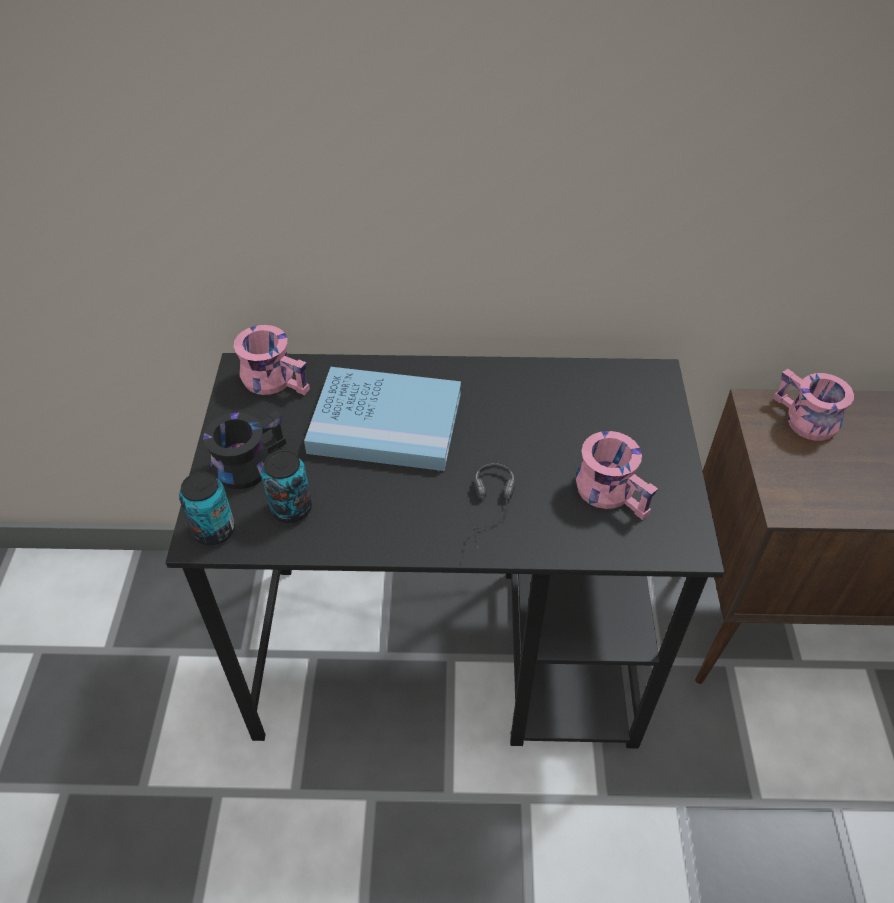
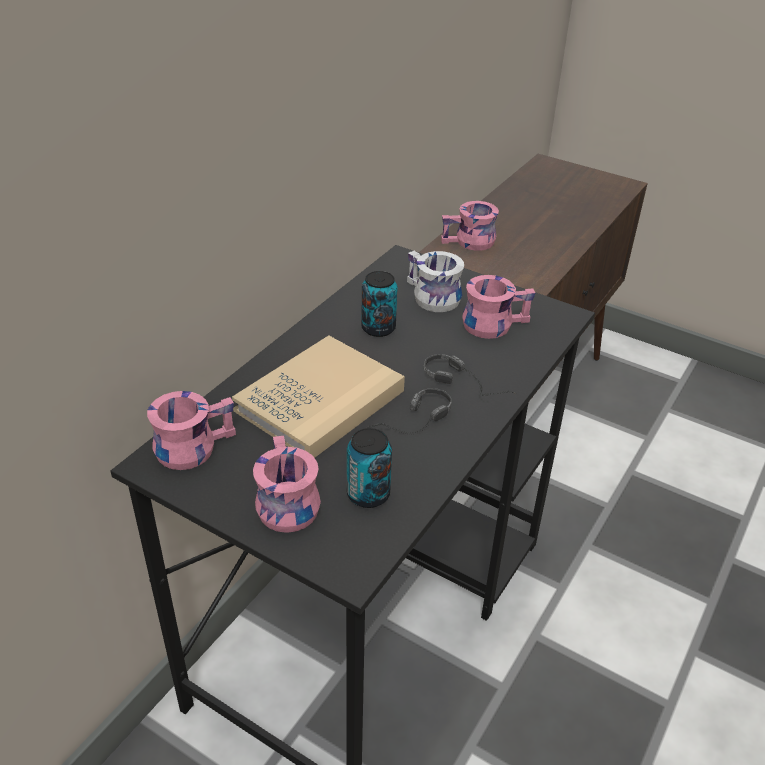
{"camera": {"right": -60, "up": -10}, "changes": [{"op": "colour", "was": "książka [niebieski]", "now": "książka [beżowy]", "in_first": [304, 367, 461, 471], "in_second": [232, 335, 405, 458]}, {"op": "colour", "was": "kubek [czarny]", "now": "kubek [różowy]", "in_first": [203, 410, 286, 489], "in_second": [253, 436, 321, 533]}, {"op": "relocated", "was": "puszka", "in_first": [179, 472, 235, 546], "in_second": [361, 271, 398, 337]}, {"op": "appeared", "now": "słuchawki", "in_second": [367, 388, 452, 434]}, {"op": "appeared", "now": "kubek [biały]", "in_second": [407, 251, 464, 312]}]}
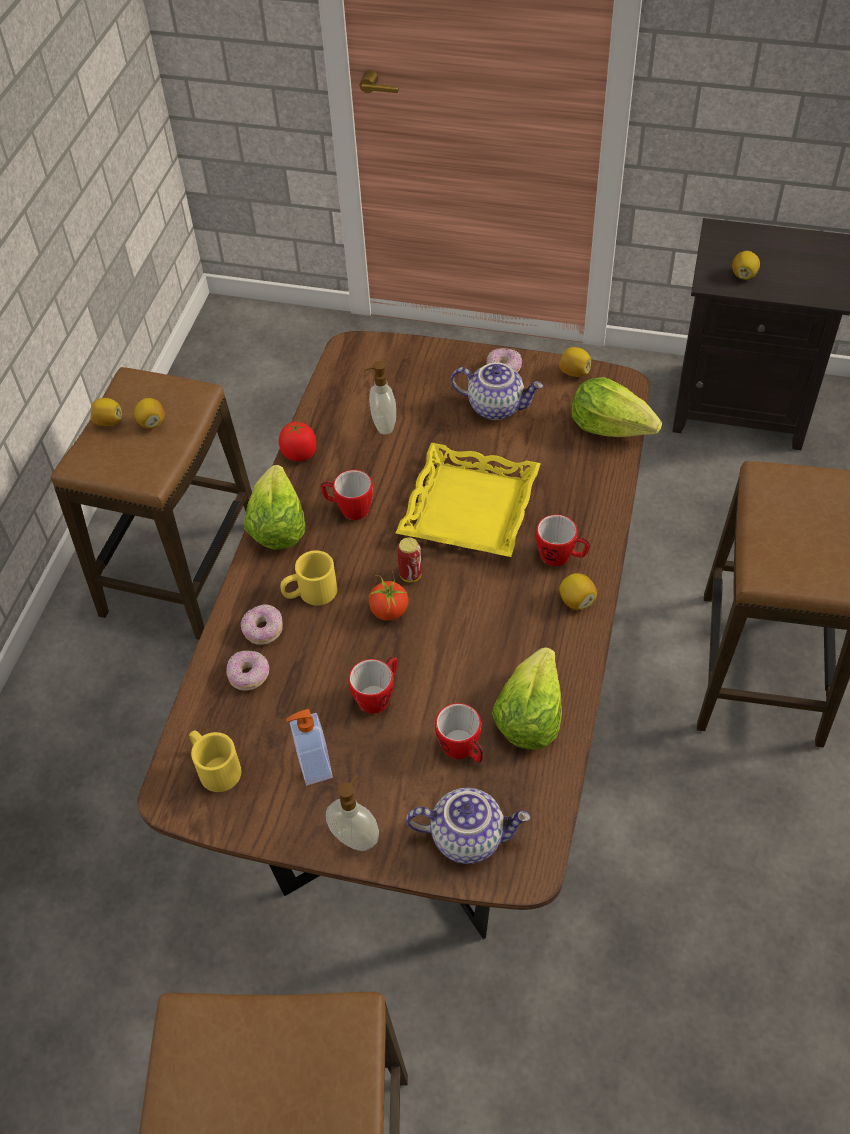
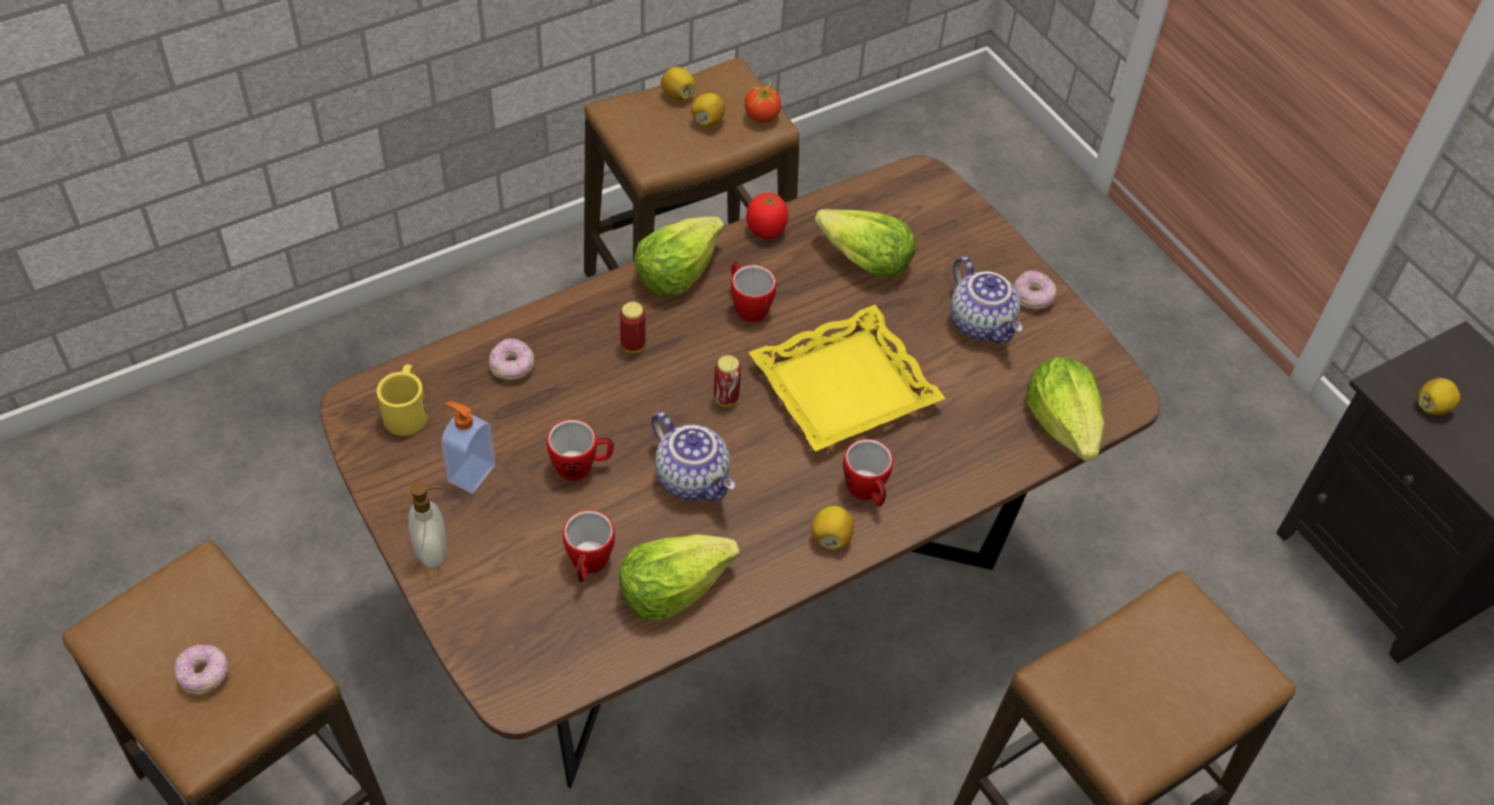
{"camera": {"right": 40, "up": 0}, "changes": [{"op": "relocated", "was": "donut", "in_first": [241, 604, 283, 645], "in_second": [175, 644, 228, 694]}, {"op": "exchanged", "was": "kubek [żółty]", "now": "puszka", "in_first": [280, 550, 337, 606], "in_second": [620, 302, 646, 353]}, {"op": "relocated", "was": "imbryk", "in_first": [406, 788, 531, 864], "in_second": [652, 412, 735, 501]}, {"op": "relocated", "was": "pomidor", "in_first": [367, 575, 409, 621], "in_second": [745, 78, 782, 123]}, {"op": "exchanged", "was": "dozownik mydła", "now": "sałata", "in_first": [364, 361, 396, 435], "in_second": [814, 209, 916, 277]}, {"op": "missing", "was": "cytryna", "in_first": [559, 347, 591, 377]}]}
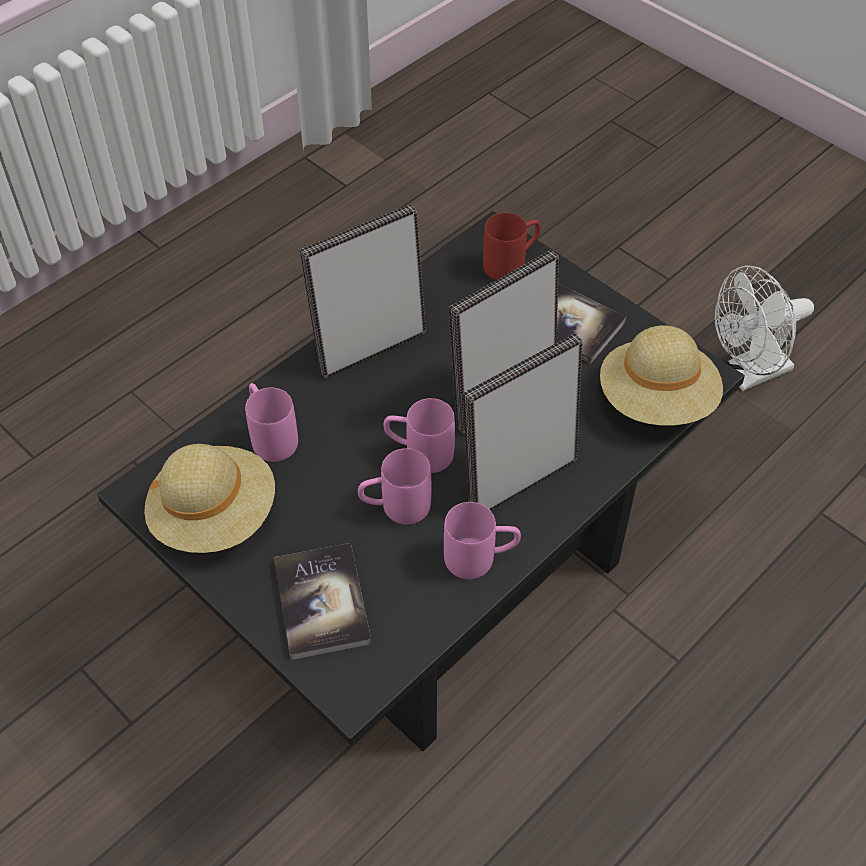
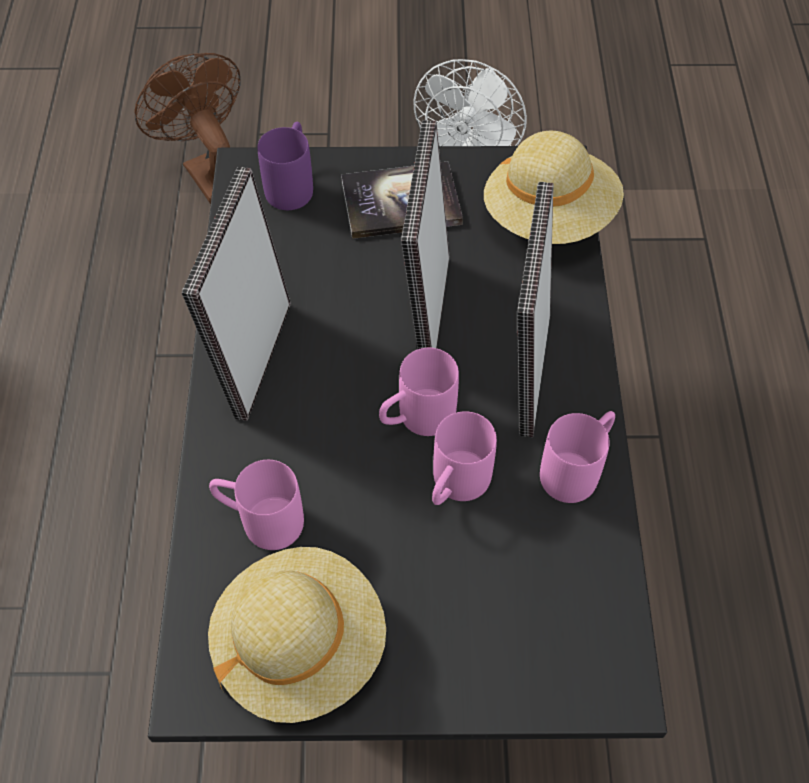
{"camera": {"right": -45, "up": 5}, "changes": [{"op": "appeared", "now": "wentylator [brązowy]", "in_second": [134, 53, 241, 204]}, {"op": "colour", "was": "kubek [czerwony]", "now": "kubek [fioletowy]", "in_first": [483, 213, 541, 280], "in_second": [257, 122, 313, 210]}, {"op": "missing", "was": "książka", "in_first": [274, 543, 372, 660]}]}
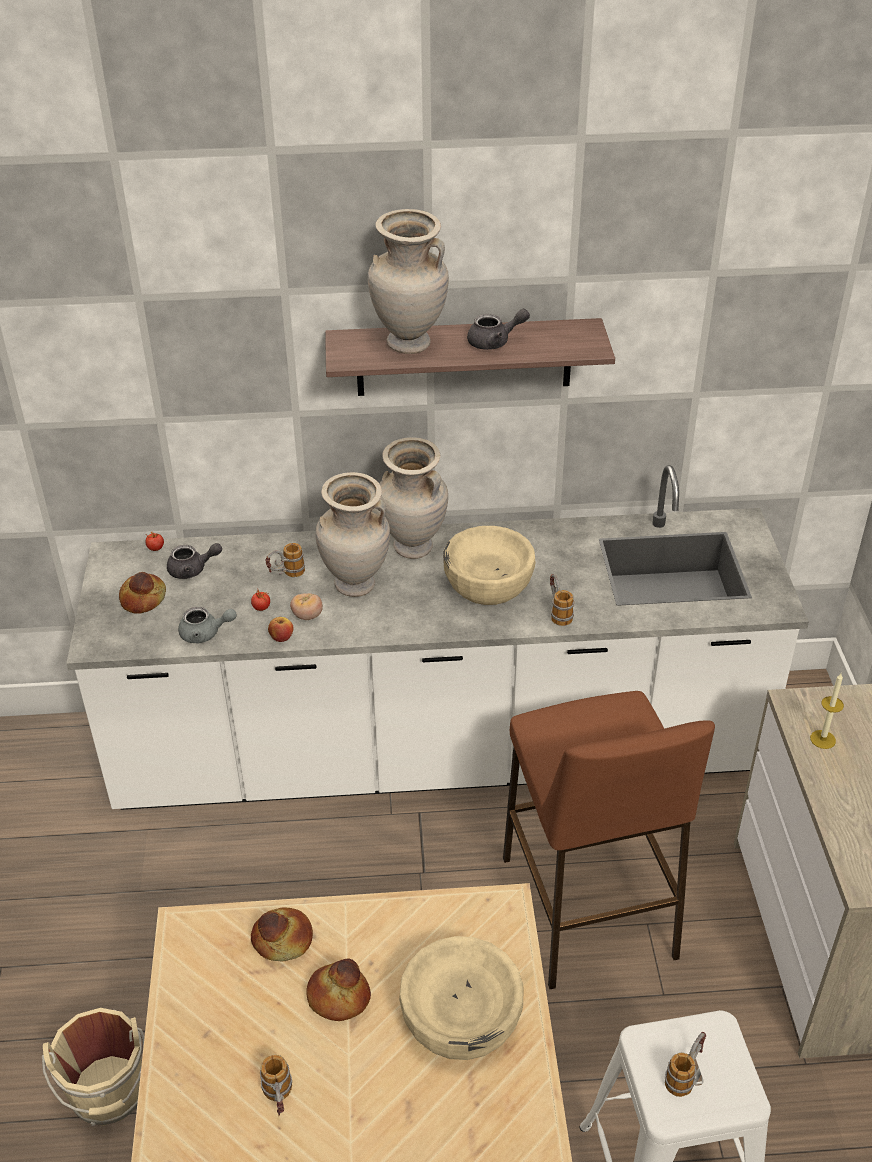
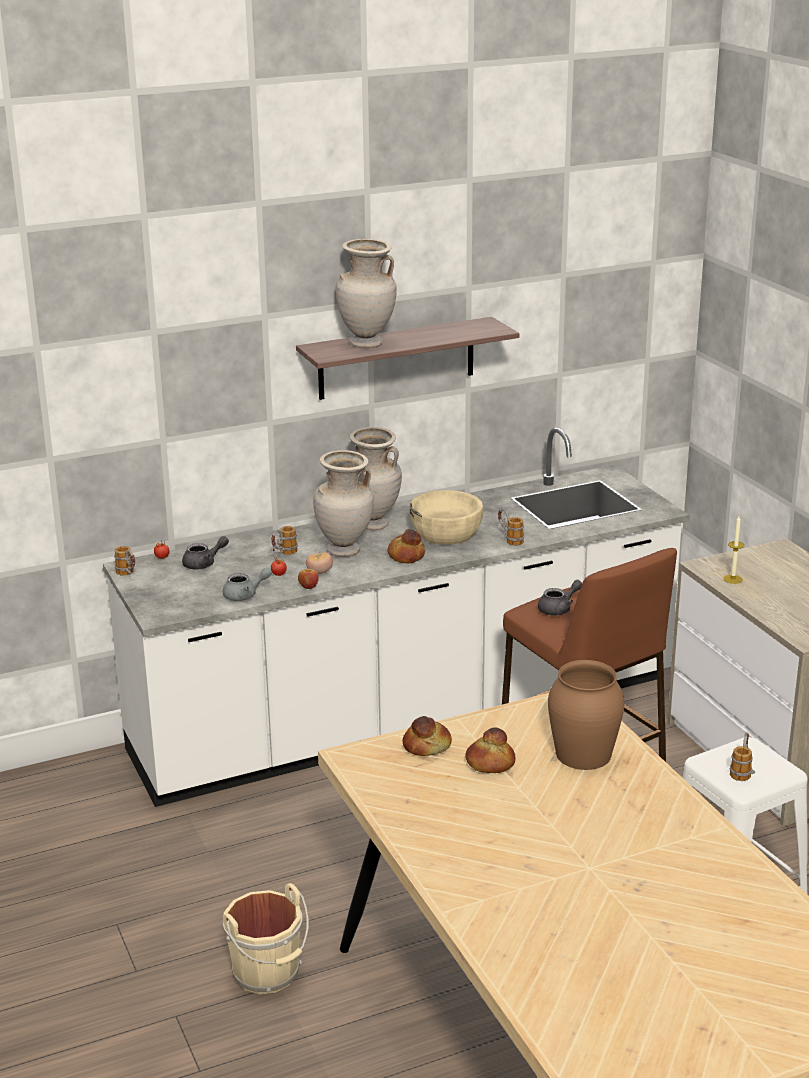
{"camera": {"right": -20, "up": -15}, "changes": [{"op": "relocated", "was": "kubek", "in_first": [260, 1055, 292, 1116], "in_second": [114, 546, 135, 576]}, {"op": "relocated", "was": "chleb", "in_first": [119, 572, 166, 614], "in_second": [388, 529, 425, 563]}, {"op": "relocated", "was": "imbryk [szary]", "in_first": [467, 309, 530, 350], "in_second": [538, 580, 582, 616]}, {"op": "exchanged", "was": "miska [beżowy]", "now": "wazon [brązowy]", "in_first": [399, 936, 524, 1060], "in_second": [548, 660, 625, 770]}]}
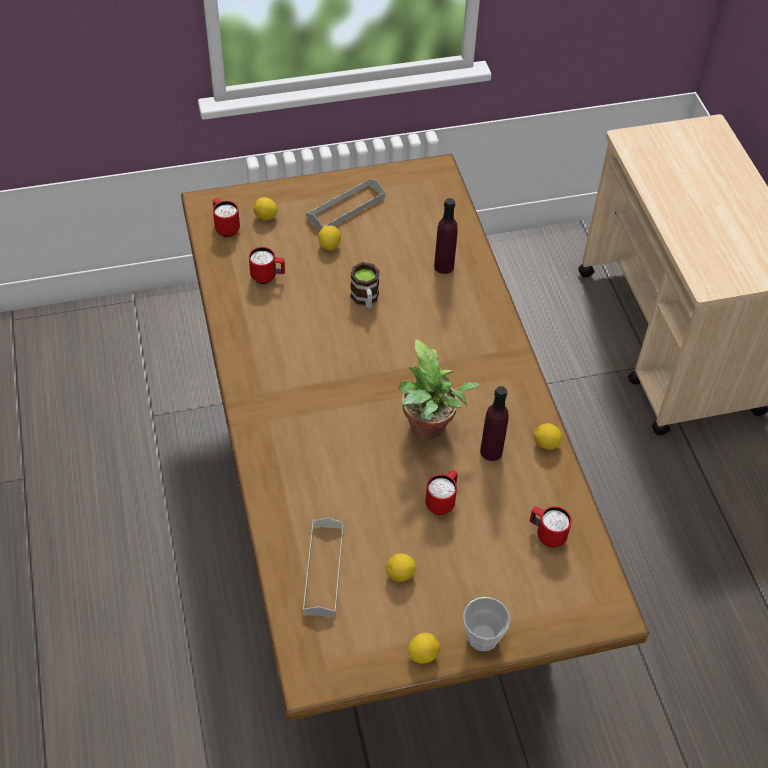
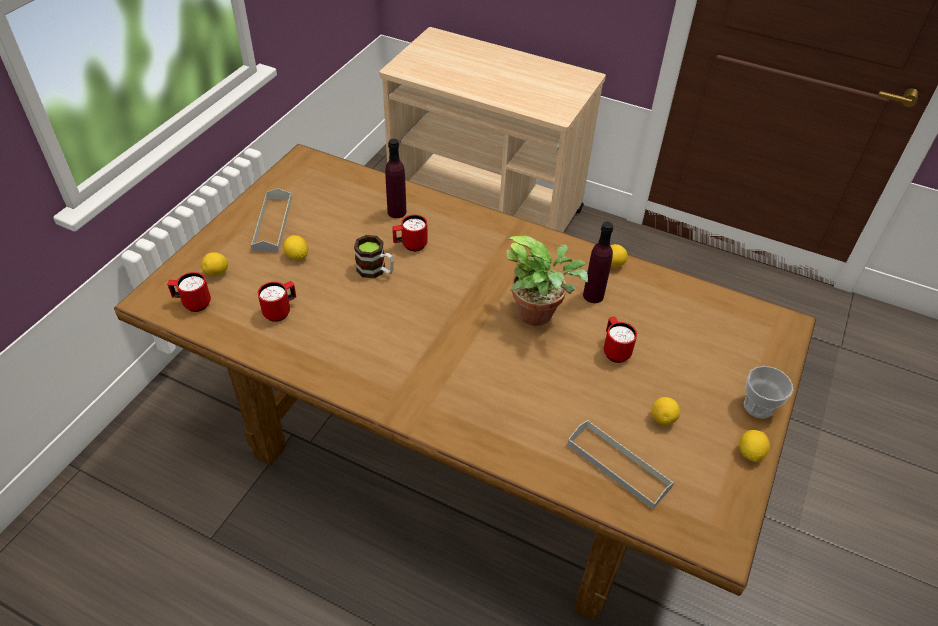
{"camera": {"right": -50, "up": -5}, "changes": [{"op": "relocated", "was": "kubek [czerwony]", "in_first": [530, 506, 572, 548], "in_second": [392, 215, 428, 251]}]}
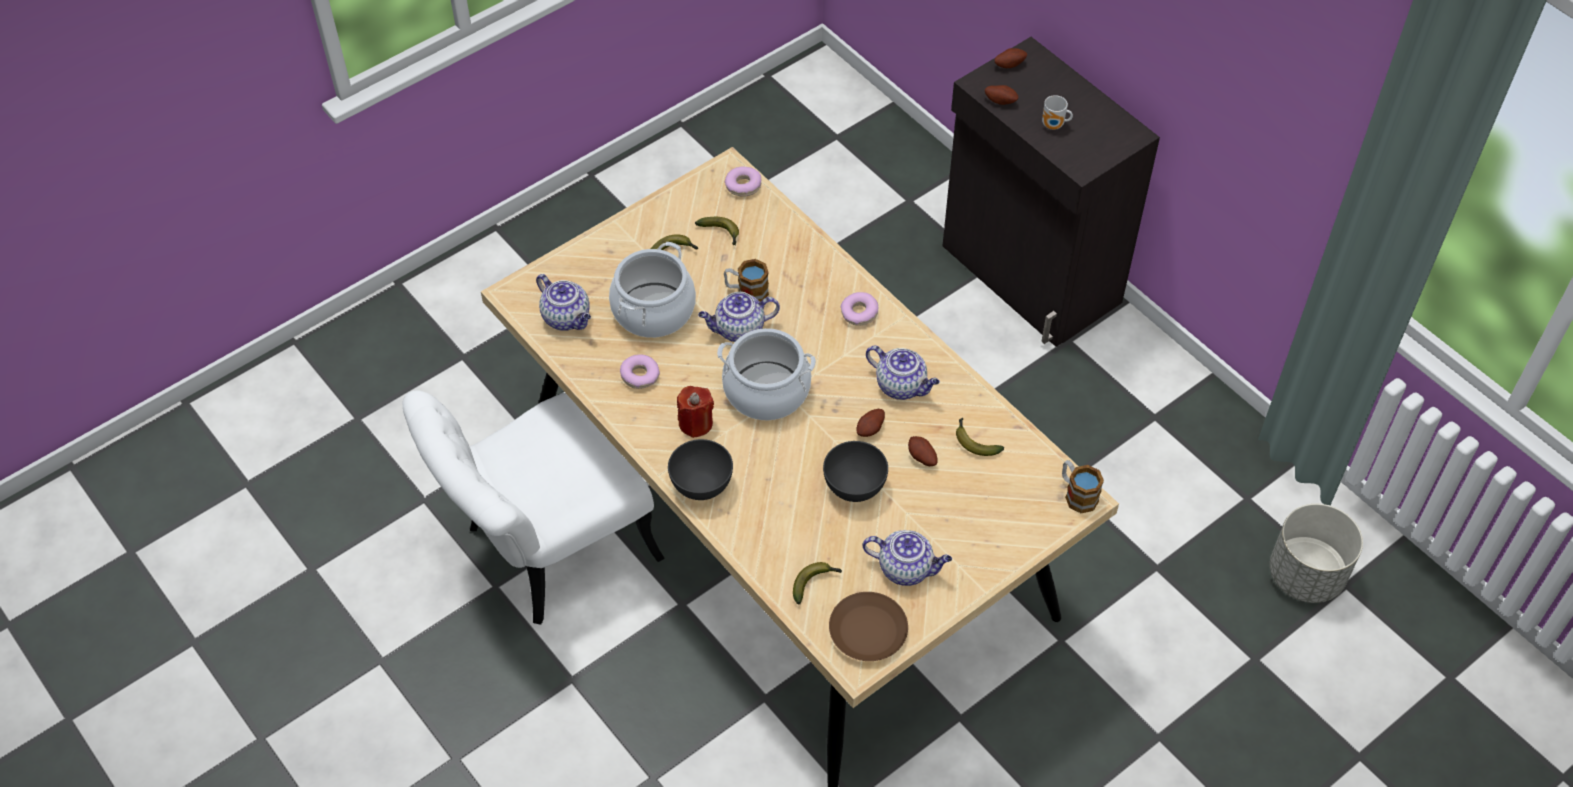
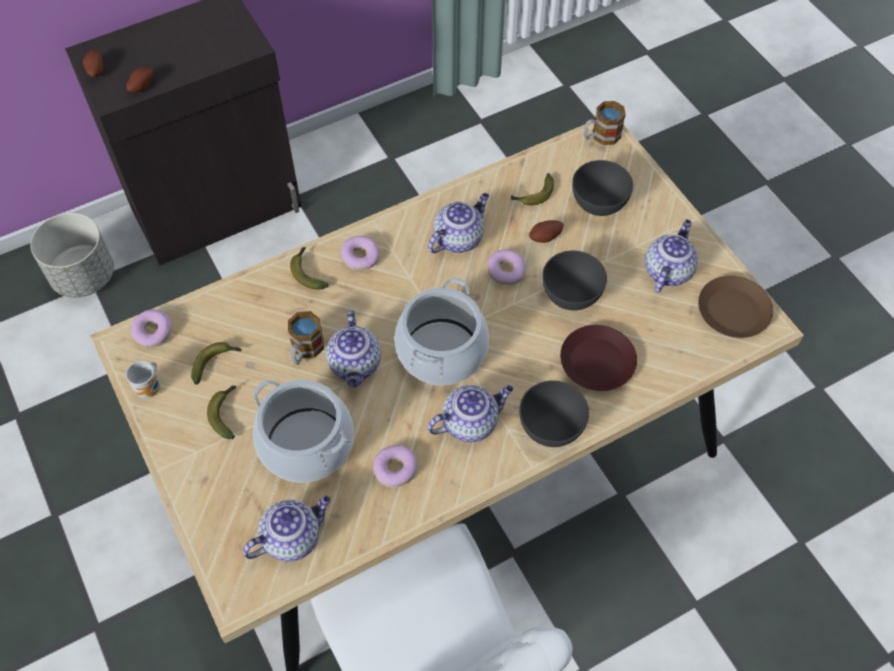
{"camera": {"right": -80, "up": 5}, "changes": [{"op": "relocated", "was": "donica [szary]", "in_first": [1270, 504, 1363, 603], "in_second": [30, 213, 114, 298]}, {"op": "relocated", "was": "kubek", "in_first": [1042, 95, 1073, 130], "in_second": [126, 361, 160, 398]}, {"op": "relocated", "was": "banan", "in_first": [793, 562, 842, 604], "in_second": [290, 247, 329, 290]}, {"op": "exchanged", "was": "świeca [czerwony]", "now": "imbryk", "in_first": [677, 386, 714, 438], "in_second": [428, 385, 513, 442]}, {"op": "exchanged", "was": "ziemniak", "now": "donut", "in_first": [856, 409, 885, 437], "in_second": [488, 250, 526, 285]}, {"op": "appeared", "now": "talerz [brązowy]", "in_second": [560, 325, 637, 391]}, {"op": "appeared", "now": "miska [szary]", "in_second": [572, 160, 633, 216]}]}
